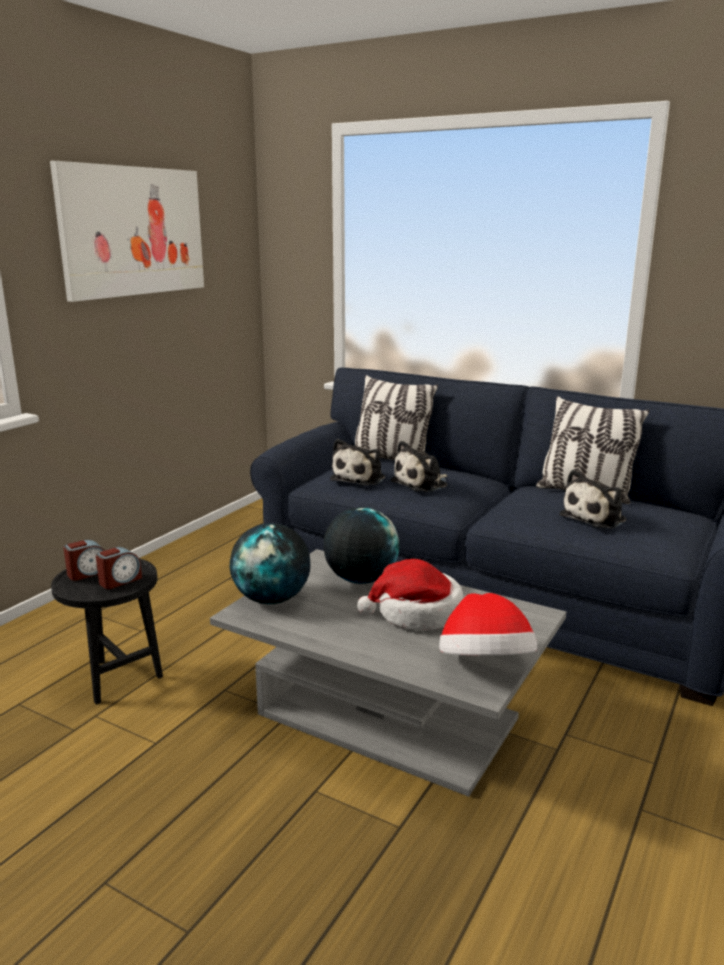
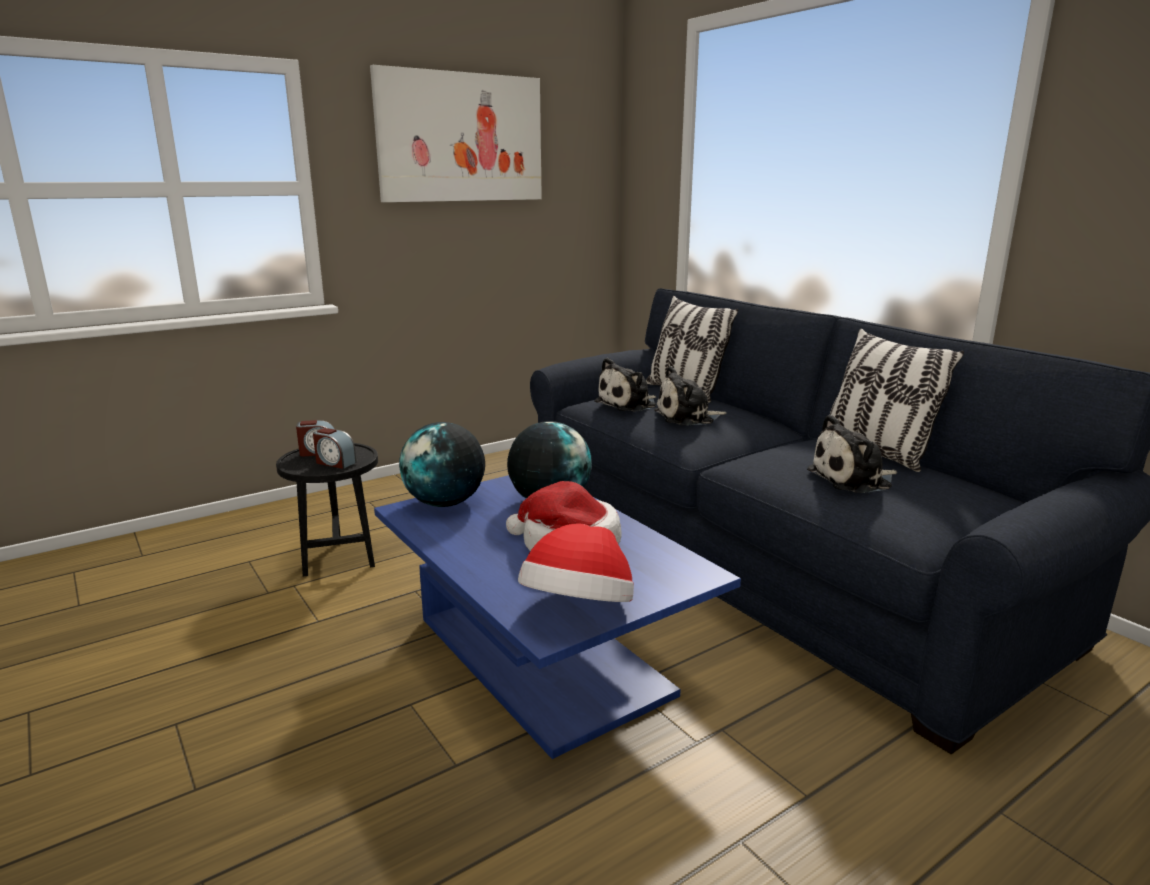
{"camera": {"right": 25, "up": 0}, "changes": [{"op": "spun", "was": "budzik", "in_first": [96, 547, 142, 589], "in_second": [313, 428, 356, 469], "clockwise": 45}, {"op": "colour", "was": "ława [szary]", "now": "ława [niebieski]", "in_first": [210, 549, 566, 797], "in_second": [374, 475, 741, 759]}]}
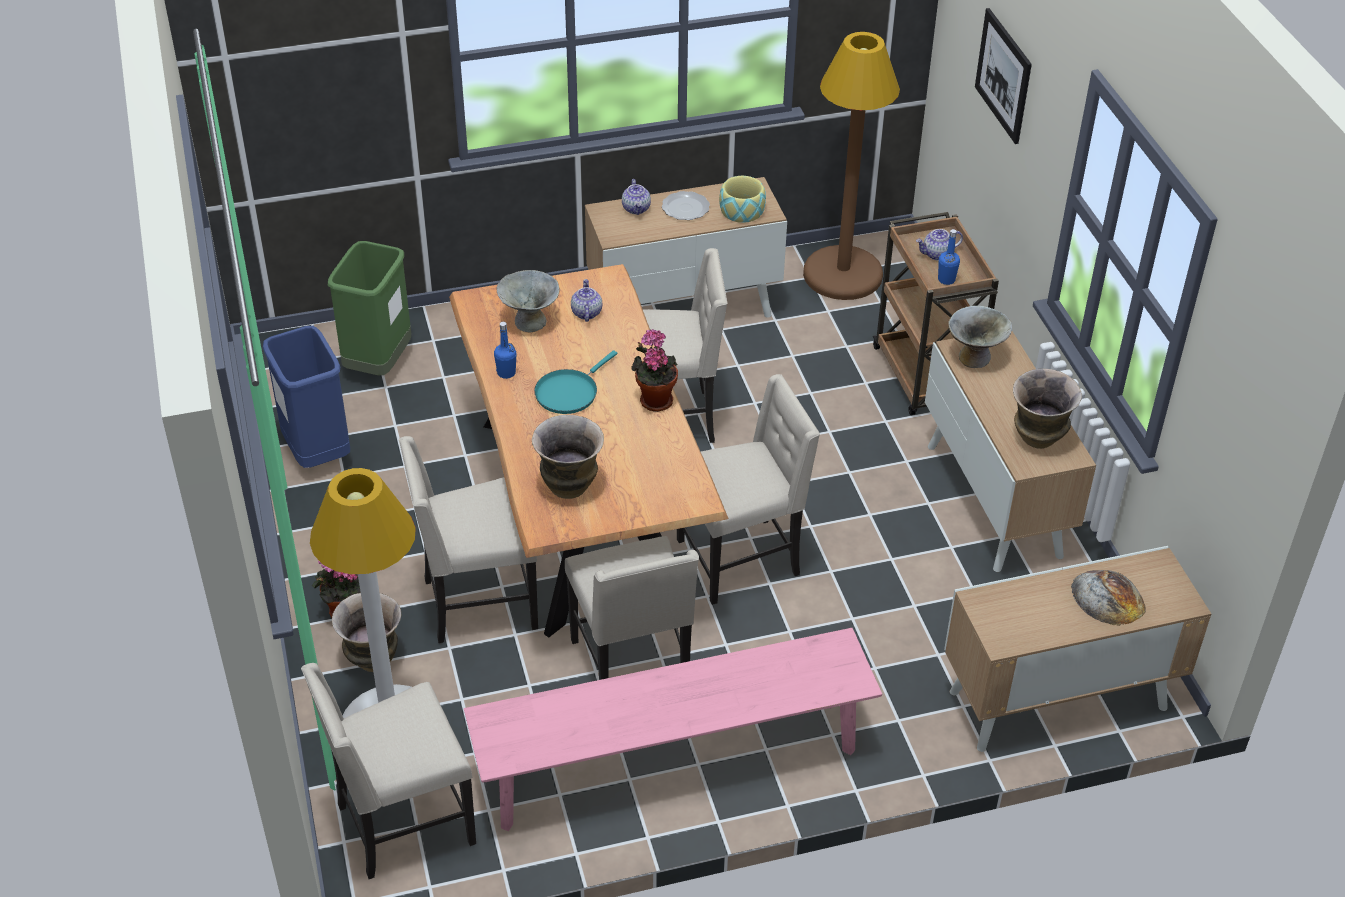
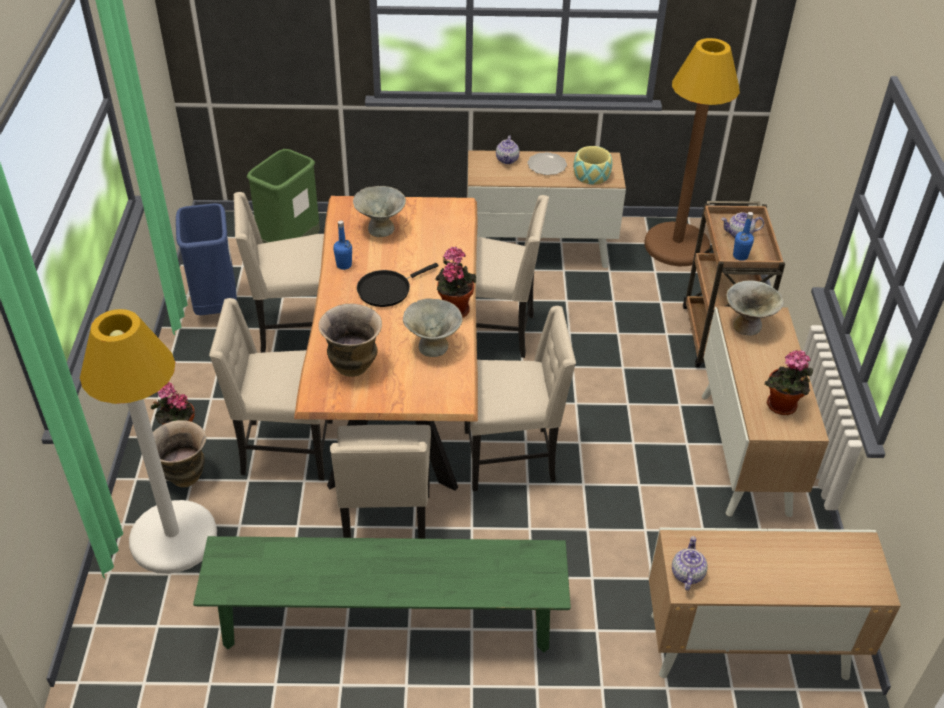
{"camera": {"right": 15, "up": 0}, "changes": [{"op": "colour", "was": "ławka [różowy]", "now": "ławka [zielony]", "in_first": [464, 628, 882, 831], "in_second": [193, 536, 571, 653]}, {"op": "relocated", "was": "krzesło [beżowy]", "in_first": [301, 663, 476, 879], "in_second": [234, 192, 324, 353]}, {"op": "colour", "was": "patelnia [turkusowy]", "now": "patelnia [czarny]", "in_first": [534, 350, 617, 414], "in_second": [357, 263, 438, 307]}, {"op": "appeared", "now": "miska [szary]", "in_second": [403, 298, 463, 357]}, {"op": "relocated", "was": "imbryk", "in_first": [571, 279, 602, 322], "in_second": [672, 536, 708, 590]}, {"op": "exchanged", "was": "wazon", "now": "roślina doniczkowa", "in_first": [1013, 369, 1082, 449], "in_second": [765, 350, 813, 415]}, {"op": "missing", "was": "obraz", "in_first": [975, 8, 1032, 144]}, {"op": "missing", "was": "chleb", "in_first": [1071, 570, 1146, 626]}]}
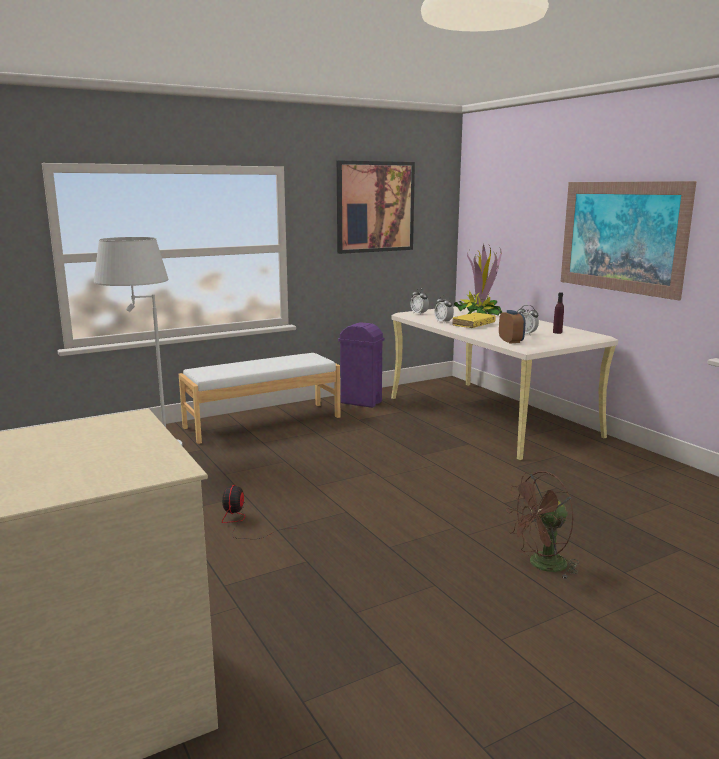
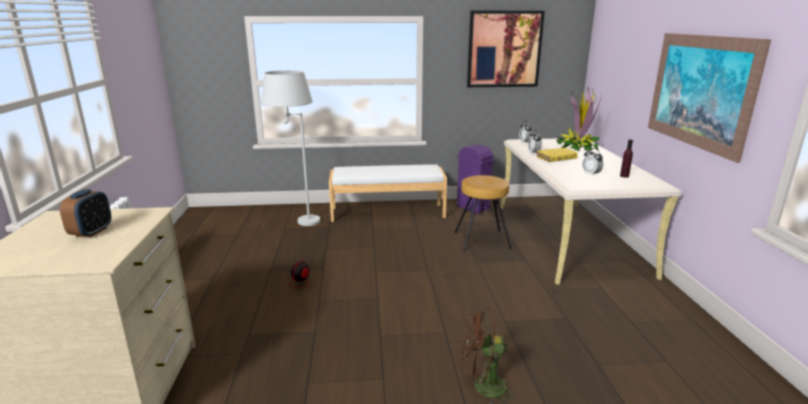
{"camera": {"right": 25, "up": 5}, "changes": [{"op": "relocated", "was": "budzik", "in_first": [499, 310, 526, 344], "in_second": [60, 189, 111, 238]}, {"op": "appeared", "now": "stołek [brązowy]", "in_second": [455, 175, 512, 251]}]}
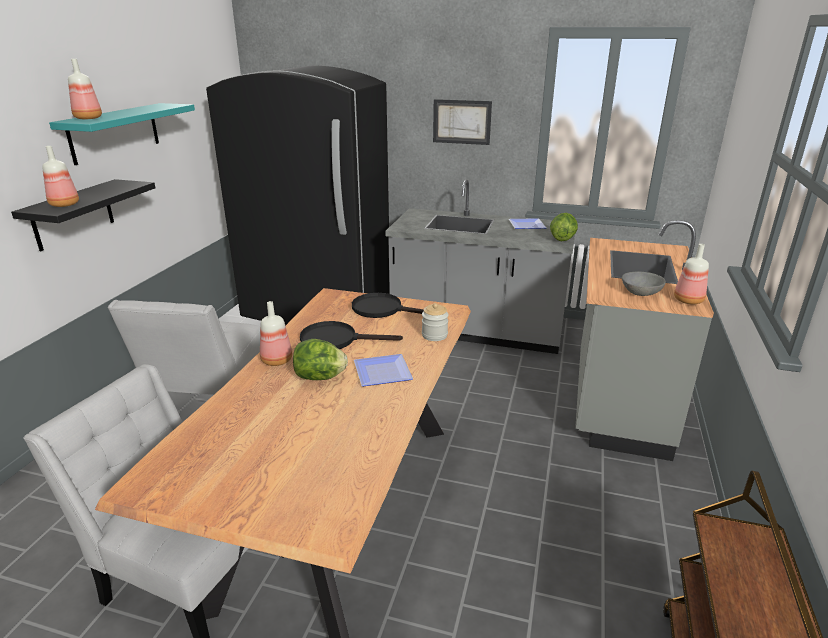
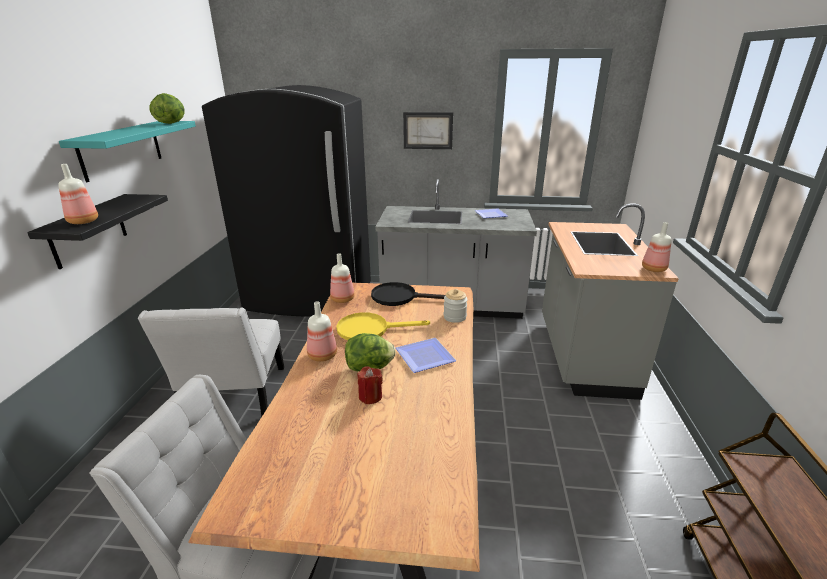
{"camera": {"right": -10, "up": 0}, "changes": [{"op": "relocated", "was": "sałata", "in_first": [550, 213, 578, 242], "in_second": [149, 93, 185, 124]}, {"op": "relocated", "was": "butelka", "in_first": [68, 59, 102, 119], "in_second": [330, 253, 355, 303]}, {"op": "colour", "was": "patelnia [czarny]", "now": "patelnia [żółty]", "in_first": [300, 321, 403, 349], "in_second": [336, 312, 430, 341]}, {"op": "appeared", "now": "świeca [czerwony]", "in_second": [358, 366, 383, 404]}, {"op": "missing", "was": "miska [szary]", "in_first": [622, 272, 666, 296]}]}
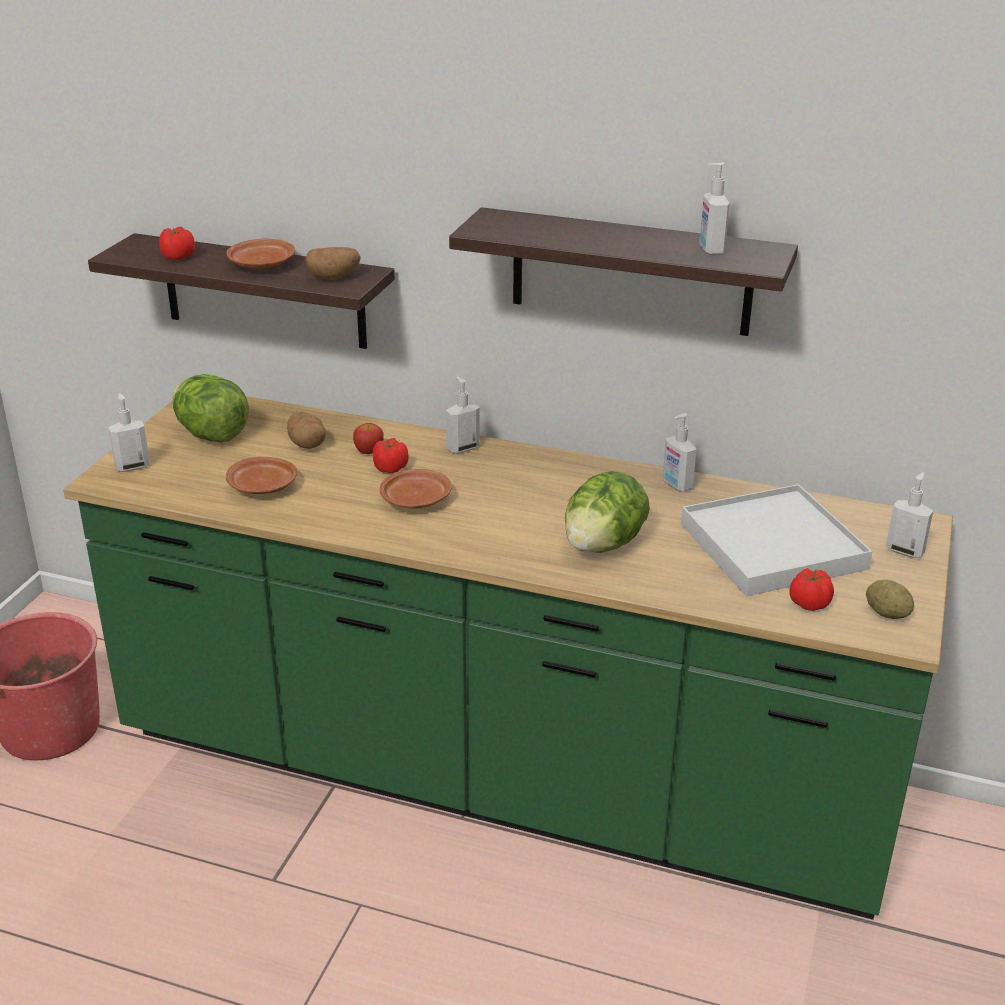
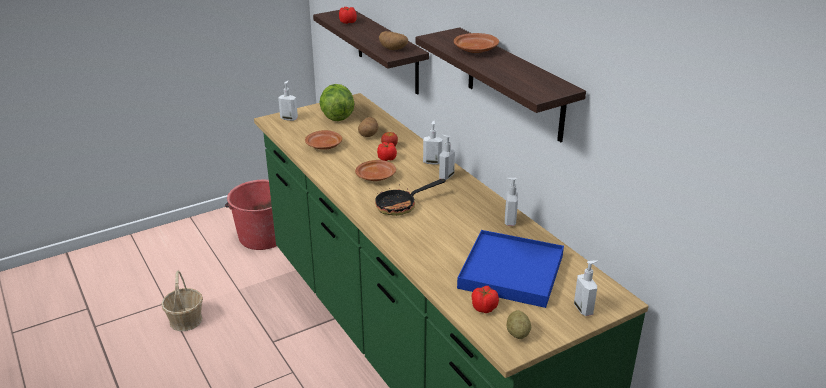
{"camera": {"right": 40, "up": 0}, "changes": [{"op": "appeared", "now": "koszyk", "in_second": [161, 270, 203, 331]}, {"op": "appeared", "now": "patelnia", "in_second": [375, 179, 446, 216]}, {"op": "relocated", "was": "dozownik mydła", "in_first": [699, 163, 729, 255], "in_second": [439, 135, 455, 180]}, {"op": "relocated", "was": "talerz [brązowy]", "in_first": [226, 238, 295, 270], "in_second": [454, 33, 499, 53]}, {"op": "colour", "was": "taca [biały]", "now": "taca [niebieski]", "in_first": [681, 484, 872, 596], "in_second": [457, 230, 564, 308]}, {"op": "missing", "was": "sałata", "in_first": [565, 471, 650, 553]}]}
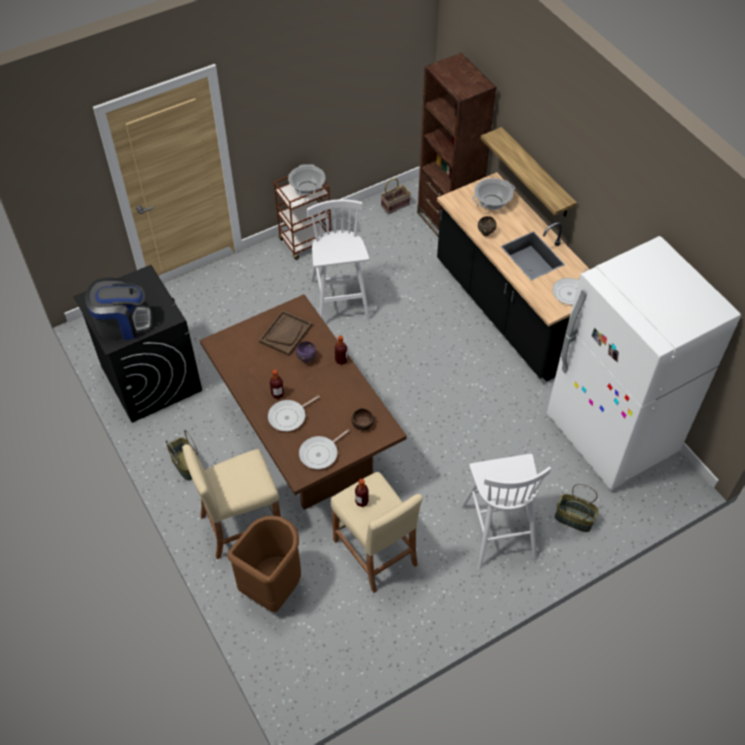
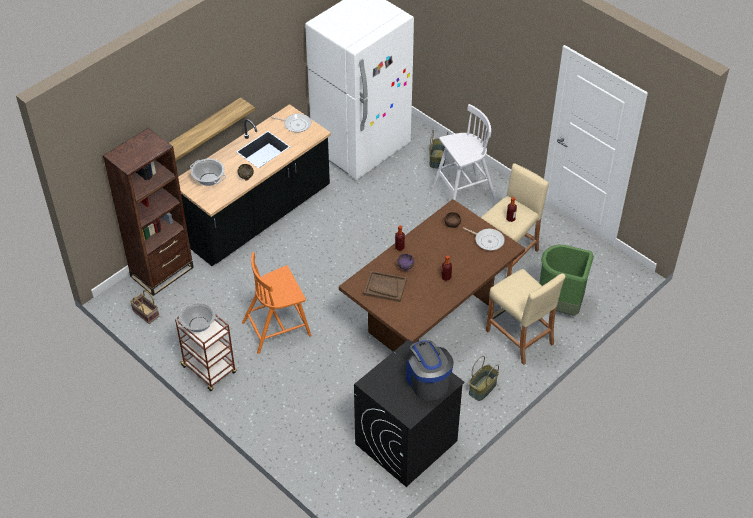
{"camera": {"right": -105, "up": -5}, "changes": [{"op": "exchanged", "was": "stołek [biały]", "now": "krzesło [pomarańczowy]", "in_first": [307, 199, 370, 321], "in_second": [242, 252, 311, 354]}, {"op": "colour", "was": "kosz na śmieci [brązowy]", "now": "kosz na śmieci [zielony]", "in_first": [227, 516, 301, 612], "in_second": [539, 245, 594, 316]}, {"op": "missing", "was": "patelnia", "in_first": [268, 395, 320, 431]}]}
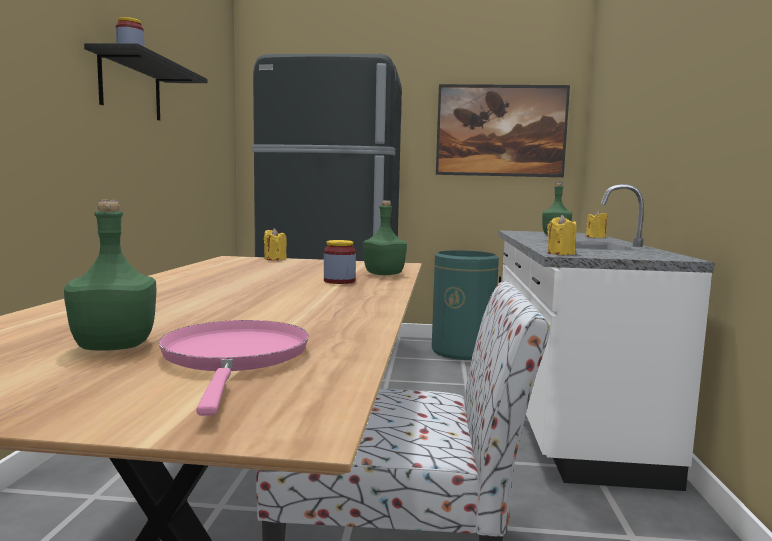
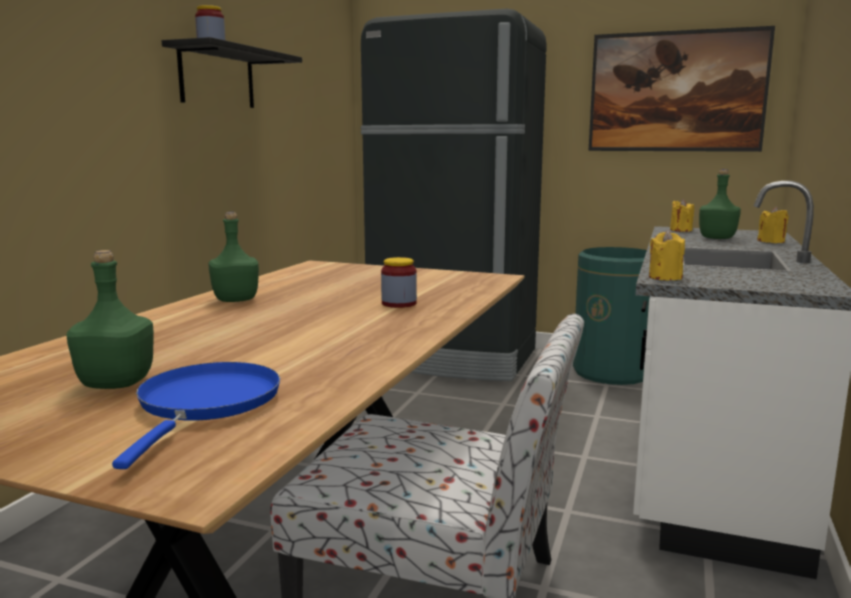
{"camera": {"right": 15, "up": 5}, "changes": [{"op": "colour", "was": "patelnia [różowy]", "now": "patelnia [niebieski]", "in_first": [158, 320, 309, 416], "in_second": [112, 362, 280, 469]}, {"op": "relocated", "was": "butelka [zielony]", "in_first": [363, 200, 407, 275], "in_second": [209, 212, 259, 302]}, {"op": "relocated", "was": "świeca [żółty]", "in_first": [264, 228, 287, 260], "in_second": [670, 199, 694, 232]}]}
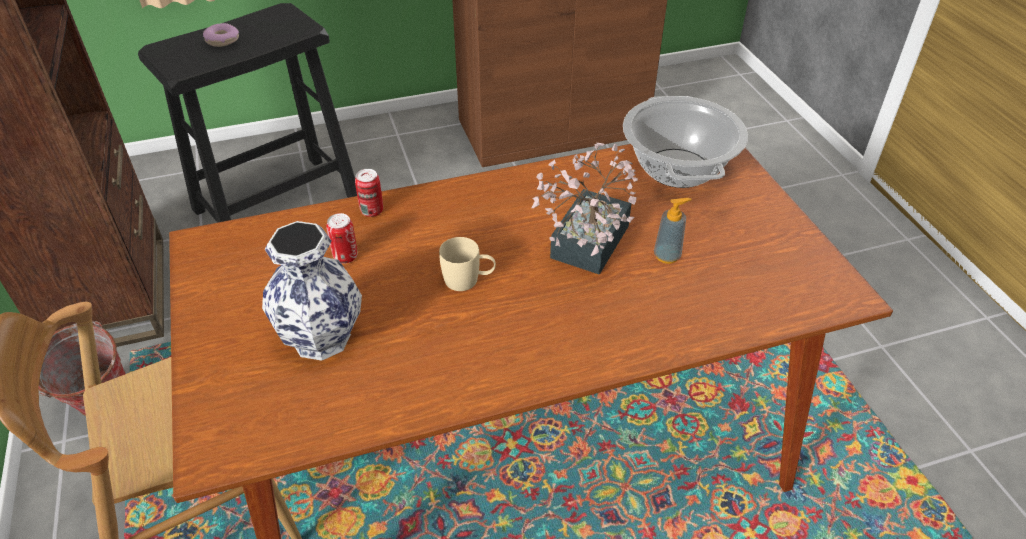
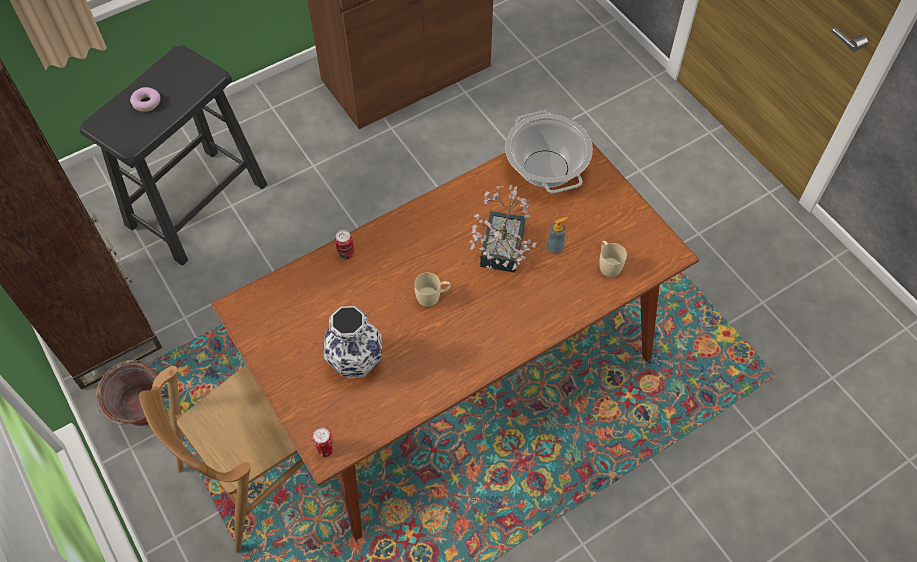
{"camera": {"right": -15, "up": 15}, "changes": [{"op": "relocated", "was": "puszka", "in_first": [326, 213, 358, 264], "in_second": [312, 428, 334, 457]}, {"op": "appeared", "now": "kubek [beżowy]", "in_second": [599, 241, 627, 277]}]}
